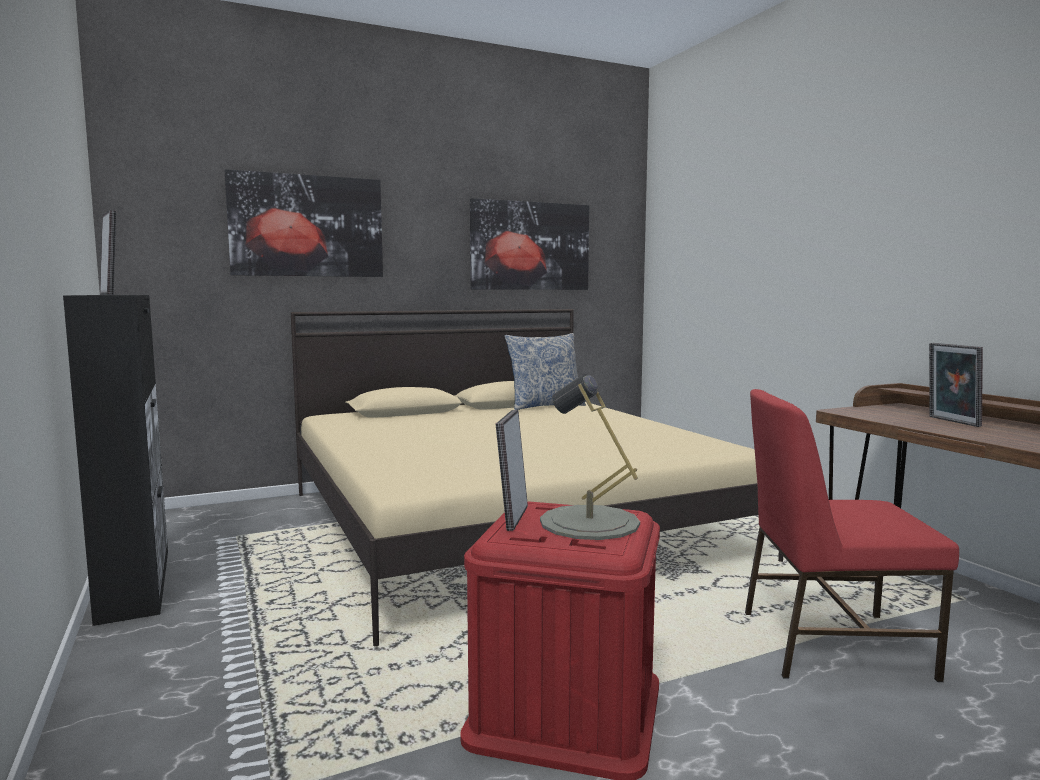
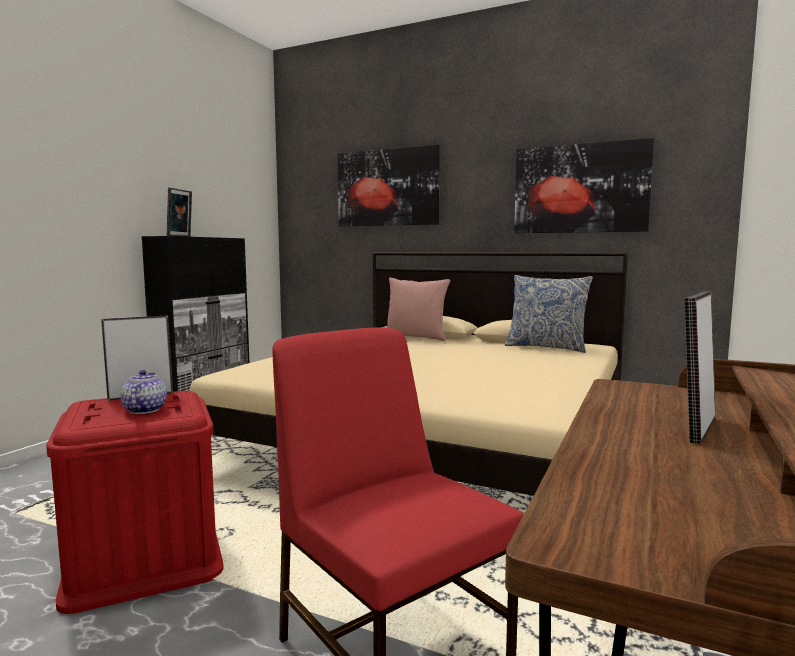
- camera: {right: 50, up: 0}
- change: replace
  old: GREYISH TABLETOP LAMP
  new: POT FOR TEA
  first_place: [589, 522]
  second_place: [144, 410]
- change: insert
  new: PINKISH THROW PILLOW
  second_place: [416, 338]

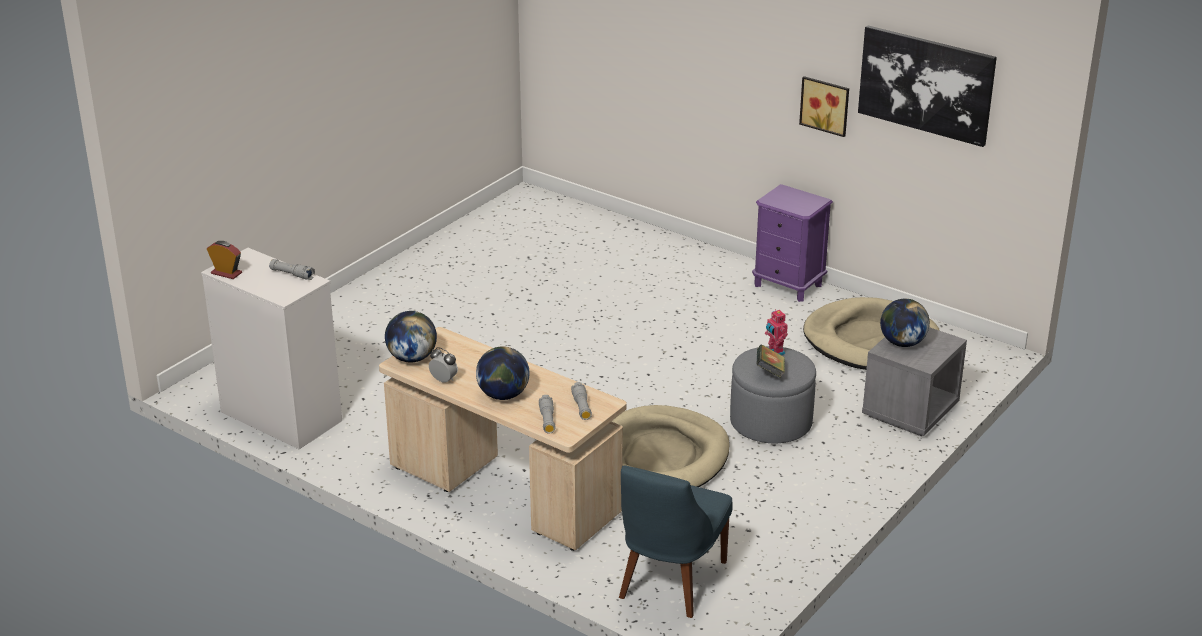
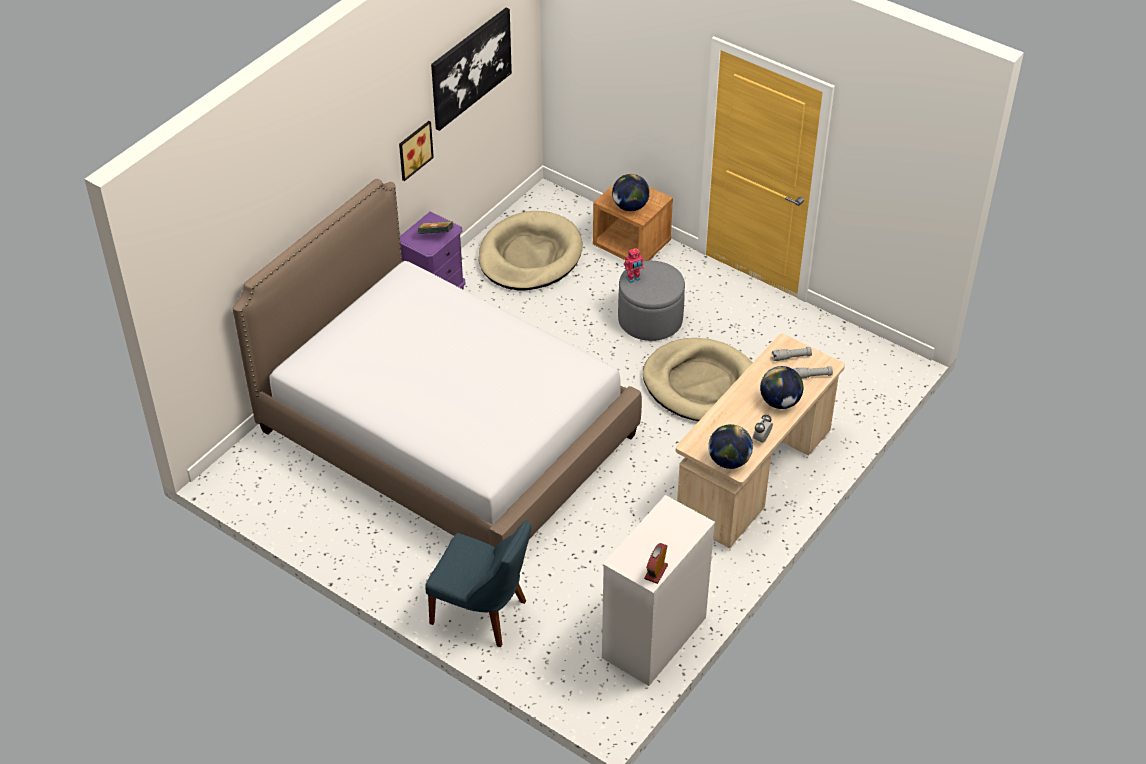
- camera: {right: -90, up: 15}
- change: delete
  old: GREYISH HAND TORCH
  first_place: [292, 274]
- change: move
  old: BLUE CHAIR
  first_place: [669, 582]
  second_place: [482, 613]
- change: move
  old: BOOK
  first_place: [770, 372]
  second_place: [436, 235]
- change: recolor
  old: GREYISH NIGHT TABLE
  new: BROWNISH NIGHT TABLE
  first_place: [910, 411]
  second_place: [632, 245]
- change: insert
  new: SLEEPING BED
  second_place: [446, 433]

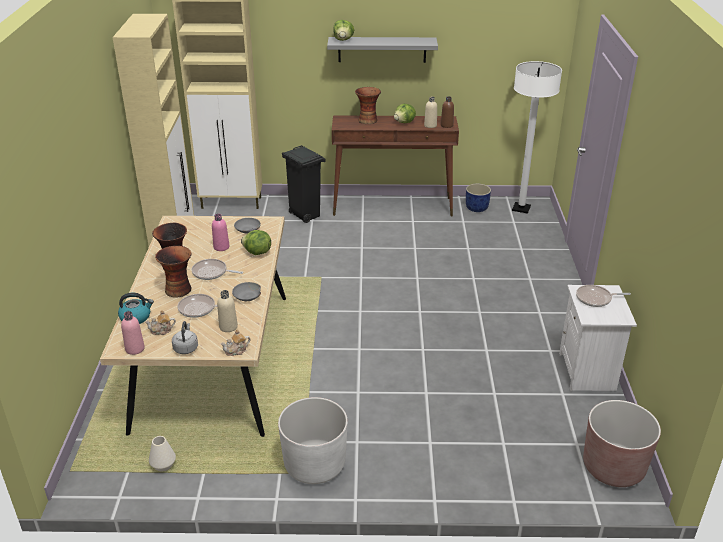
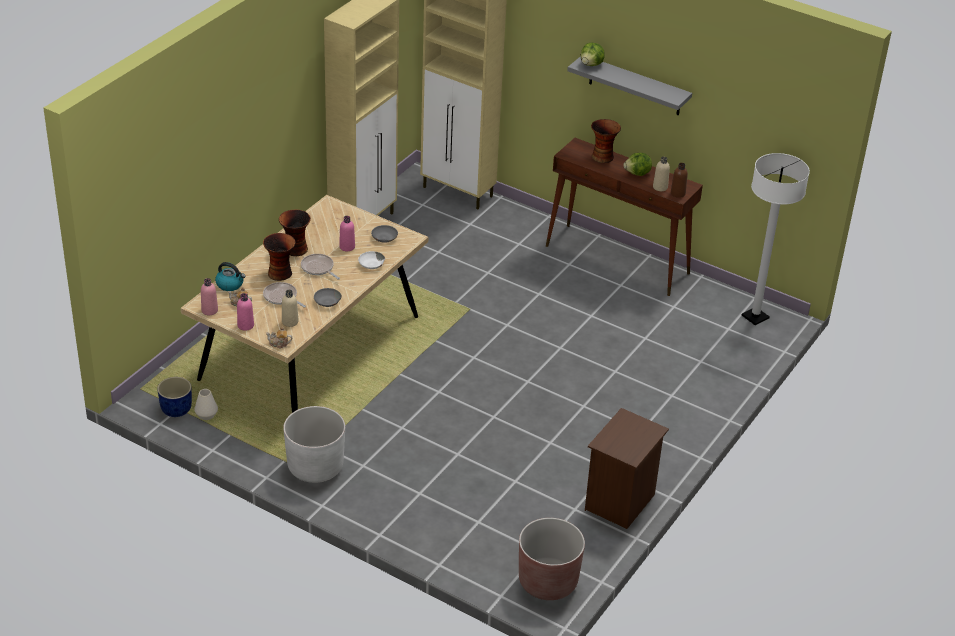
- camera: {right: 30, up: 5}
- change: replace
  old: GREYISH WATER KETTLE
  new: PINKISH BOTTLE
  first_place: [186, 348]
  second_place: [245, 325]
- change: replace
  old: HEAD OF LETTUCE
  new: WHITE DEEP DISH
  first_place: [257, 252]
  second_place: [371, 264]
- change: delete
  old: BLACK-COLOURED RUBBISH BIN
  first_place: [305, 215]
- change: move
  old: BLUE PLANT POT
  first_place: [477, 208]
  second_place: [176, 409]
- change: recolor
  old: WHITE NIGHT TABLE
  new: BROWNISH NIGHT TABLE
  first_place: [588, 371]
  second_place: [621, 502]
- change: delete
  old: SKILLET
  first_place: [596, 298]

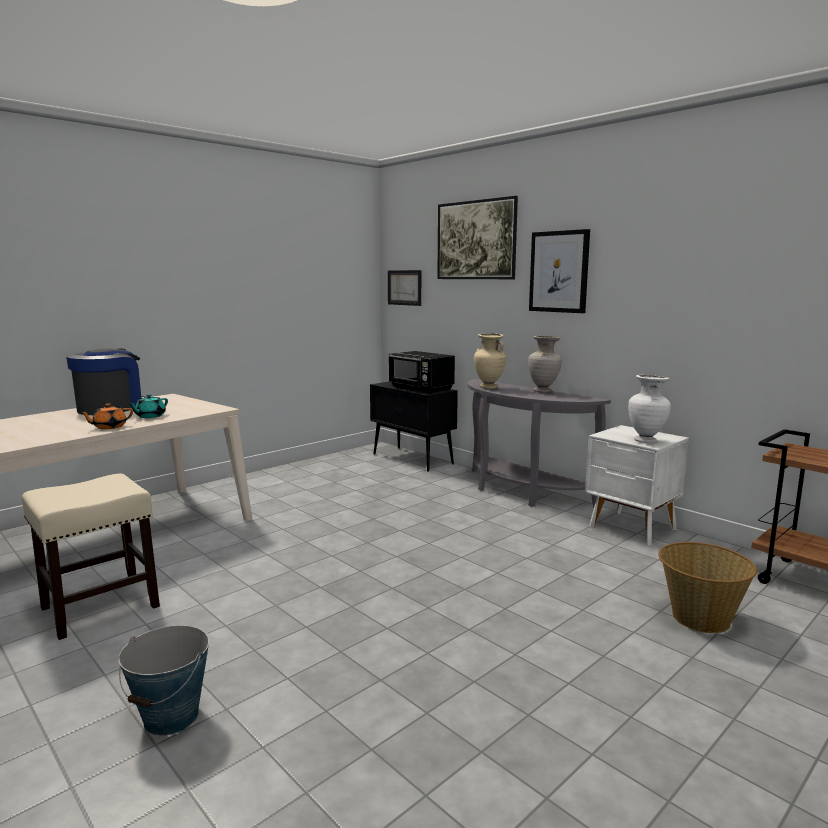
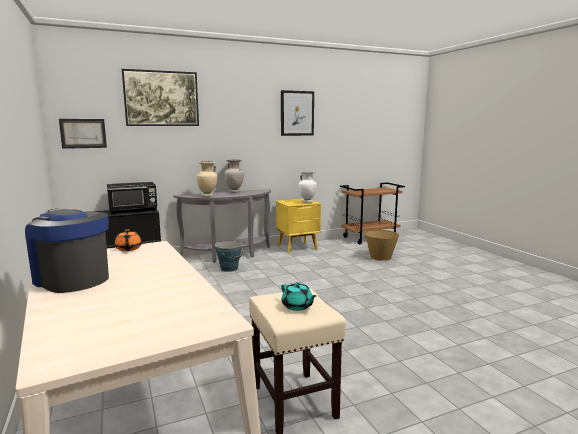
- camera: {right: -70, up: 0}
- change: move
  old: ORANGE-COLOURED POT FOR TEA
  first_place: [109, 427]
  second_place: [128, 249]
- change: move
  old: BUCKET
  first_place: [171, 717]
  second_place: [229, 268]
- change: move
  old: BLUE-GREEN POT FOR TEA
  first_place: [150, 416]
  second_place: [297, 306]
- change: move
  old: WALL ART
  first_place: [559, 272]
  second_place: [297, 113]
- change: recolor
  old: WHITE NIGHT TABLE
  new: YELLOW-COLOURED NIGHT TABLE
  first_place: [632, 528]
  second_place: [298, 247]

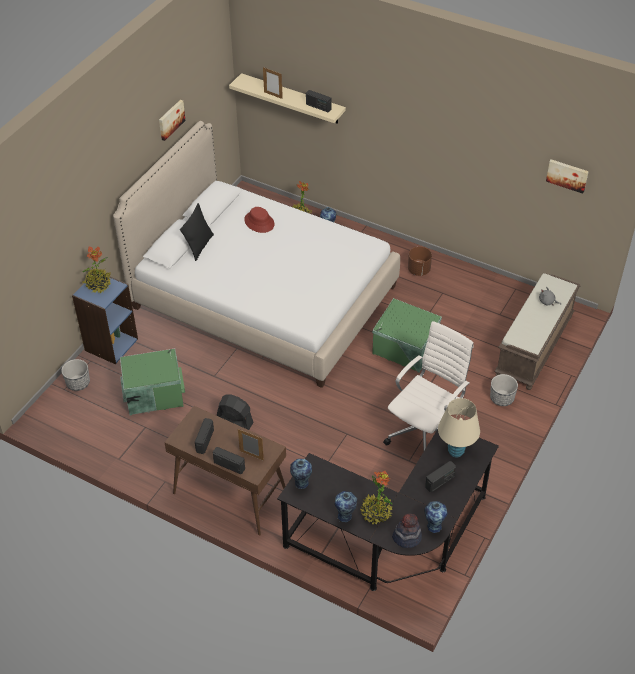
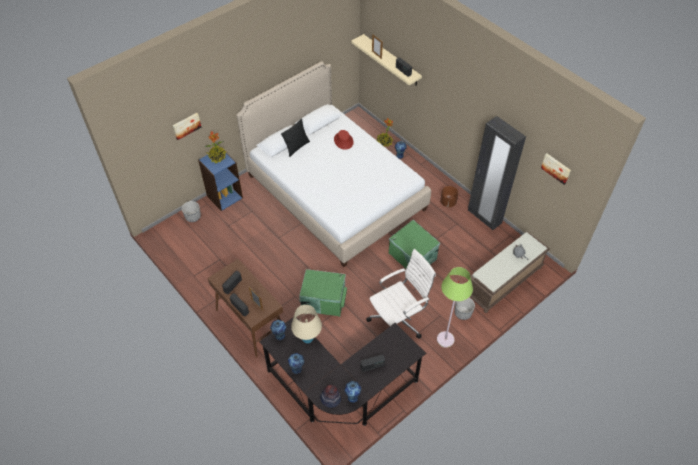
- camera: {right: 20, up: 5}
- change: move
  old: GREENISH STORAGE CONTAINER
  first_place: [153, 393]
  second_place: [323, 299]
- change: move
  old: WALL ART
  first_place: [170, 119]
  second_place: [186, 125]
- change: delete
  old: BLACK-COLOURED COOLING FAN
  first_place: [234, 421]
- change: delete
  old: PLANT IN A POT
  first_place: [376, 513]
- change: move
  old: BEIGE TABLETOP LAMP
  first_place: [456, 451]
  second_place: [307, 339]
- change: insert
  new: GREENISH FLOOR LAMP
  second_place: [445, 339]
- change: insert
  new: BLACK-COLOURED CLOTHES CUPBOARD
  second_place: [484, 217]

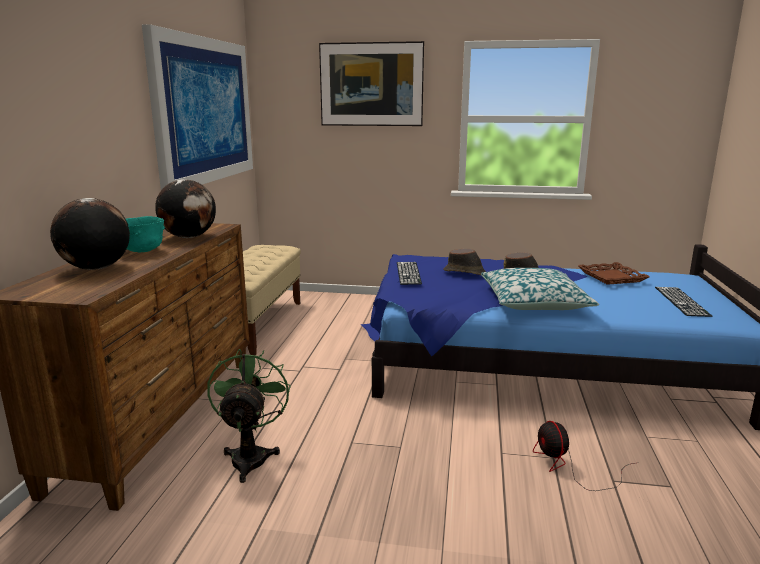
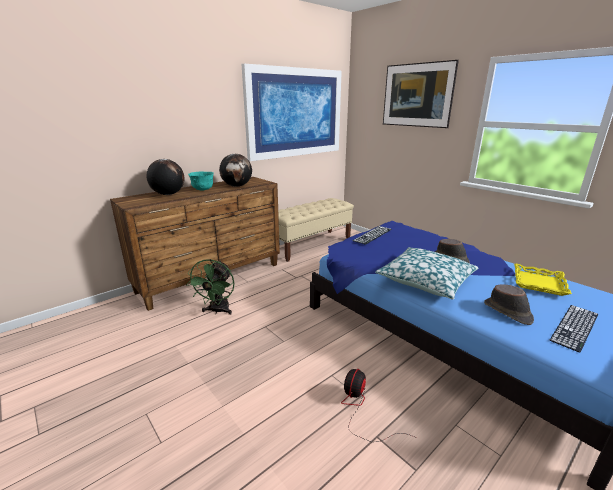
- camera: {right: 40, up: 5}
- change: rotate
  old: GREENISH COOLING FAN
  first_place: [251, 455]
  second_place: [217, 311]
  degrees: 150
- change: move
  old: BROWNISH WEARABLE HAT
  first_place: [465, 273]
  second_place: [507, 312]
- change: recolor
  old: BROWNISH TRAY
  new: YELLOW-COLOURED TRAY
  first_place: [612, 277]
  second_place: [539, 283]

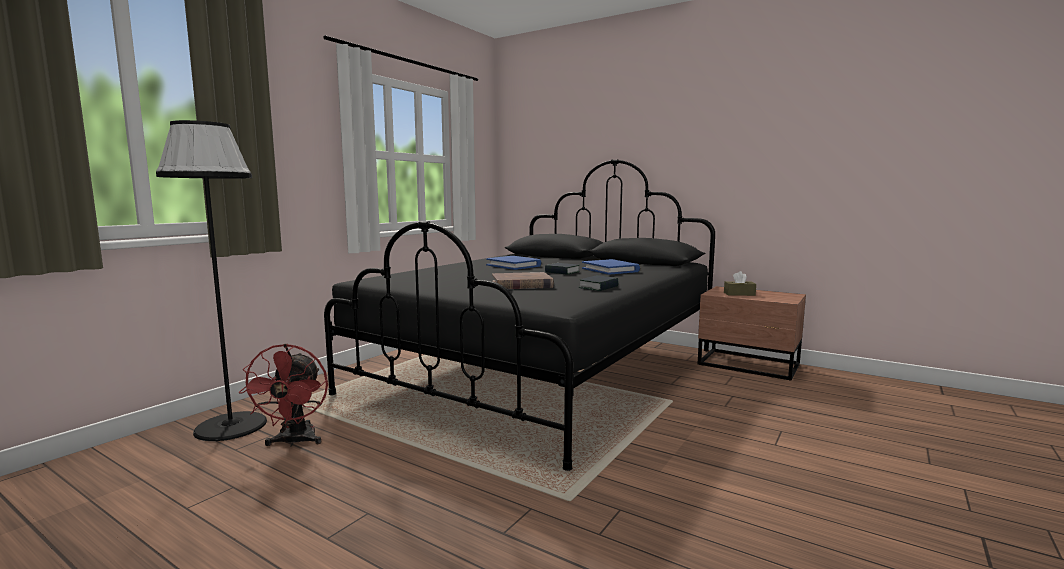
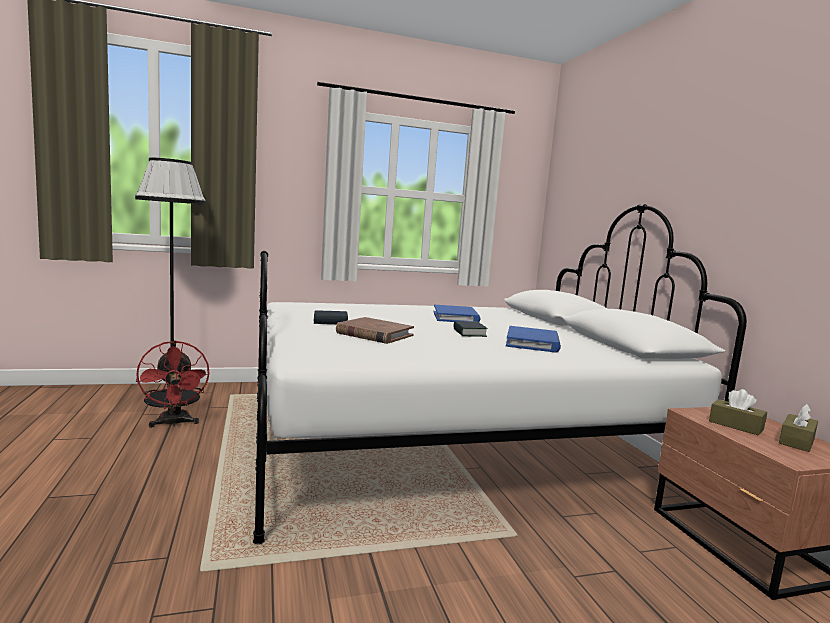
- camera: {right: 40, up: 0}
- change: rotate
  old: RED COOLING FAN
  first_place: [294, 442]
  second_place: [174, 423]
  degrees: -60
- change: recolor
  old: BLACK-COLOURED SLEEPING BED
  new: WHITE SLEEPING BED
  first_place: [543, 371]
  second_place: [452, 443]
- change: move
  old: BOOK
  first_place: [598, 287]
  second_place: [330, 322]
- change: insert
  new: BROWNISH TISSUE HOLDER
  second_place: [796, 441]

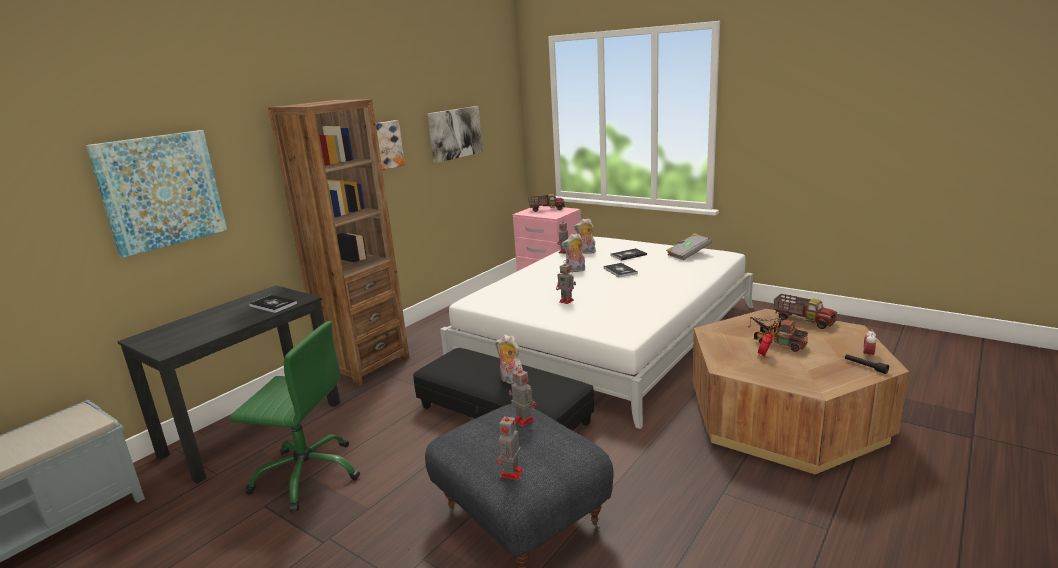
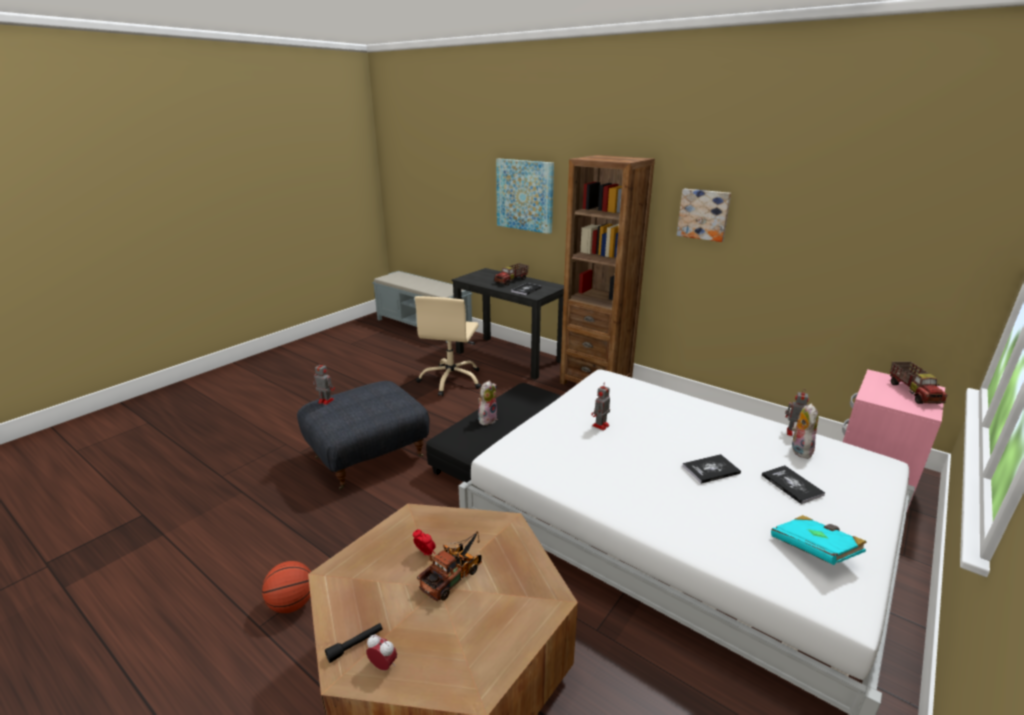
- camera: {right: 90, up: 5}
- change: recolor
  old: GREENISH DESK CHAIR
  new: BEIGE DESK CHAIR
  first_place: [307, 474]
  second_place: [451, 380]
- change: delete
  old: WALL ART
  first_place: [455, 133]
- change: delete
  old: TOY ROBOT
  first_place: [523, 420]
- change: delete
  old: SOFT TOY
  first_place: [575, 270]
- change: recolor
  old: GREYISH BOOK
  new: BLUE-GREEN BOOK
  first_place: [688, 254]
  second_place: [814, 550]
- change: move
  old: MODEL TRUCK
  first_place: [803, 320]
  second_place: [512, 281]
- change: insert
  new: BALL FOR BASKETBALL
  second_place: [292, 604]

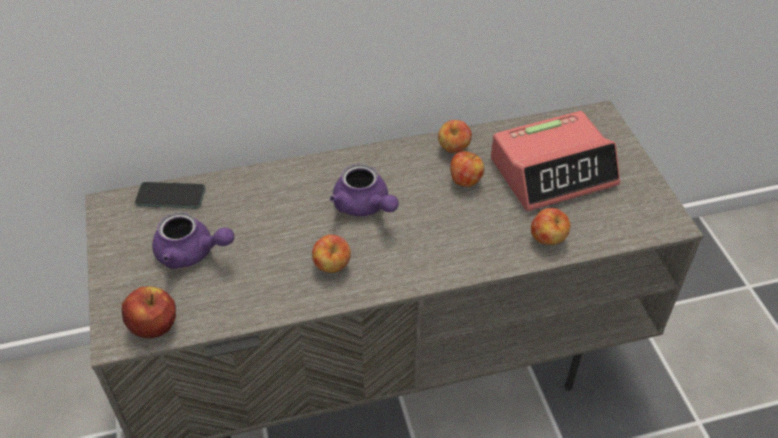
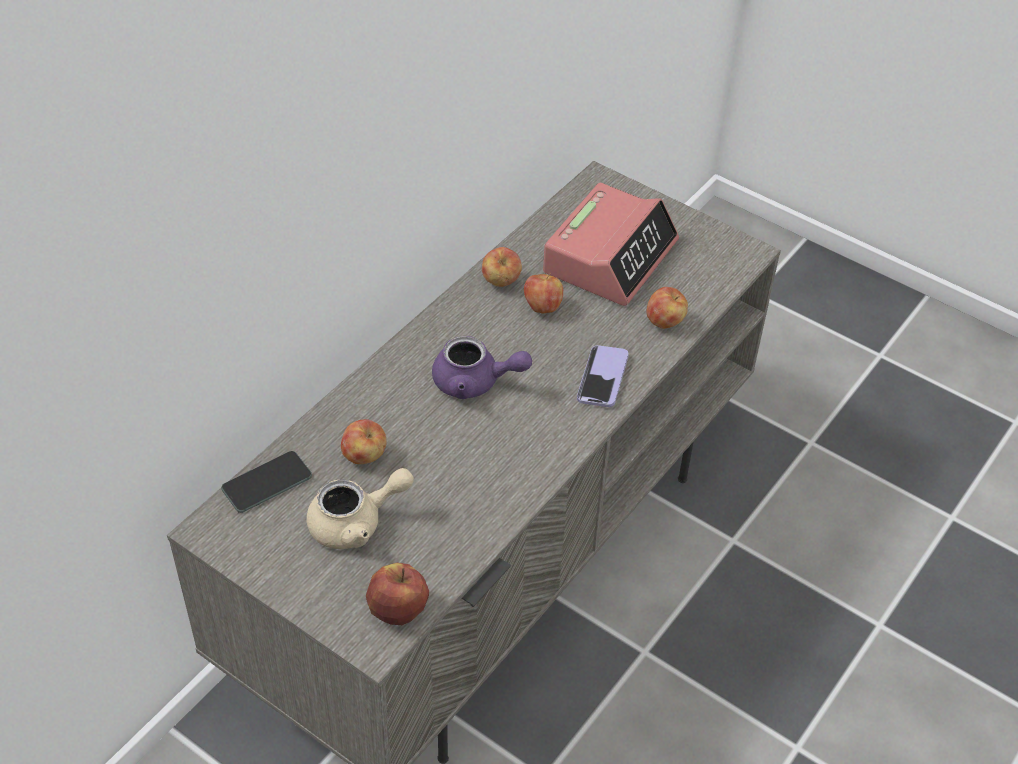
- camera: {right: -40, up: 0}
- change: recolor
  old: PURPLISH POT FOR TEA
  new: BEIGE POT FOR TEA
  first_place: [192, 253]
  second_place: [356, 523]
- change: move
  old: APPLE
  first_place: [331, 266]
  second_place: [364, 456]
- change: insert
  new: TELEPHONE
  second_place: [602, 378]

